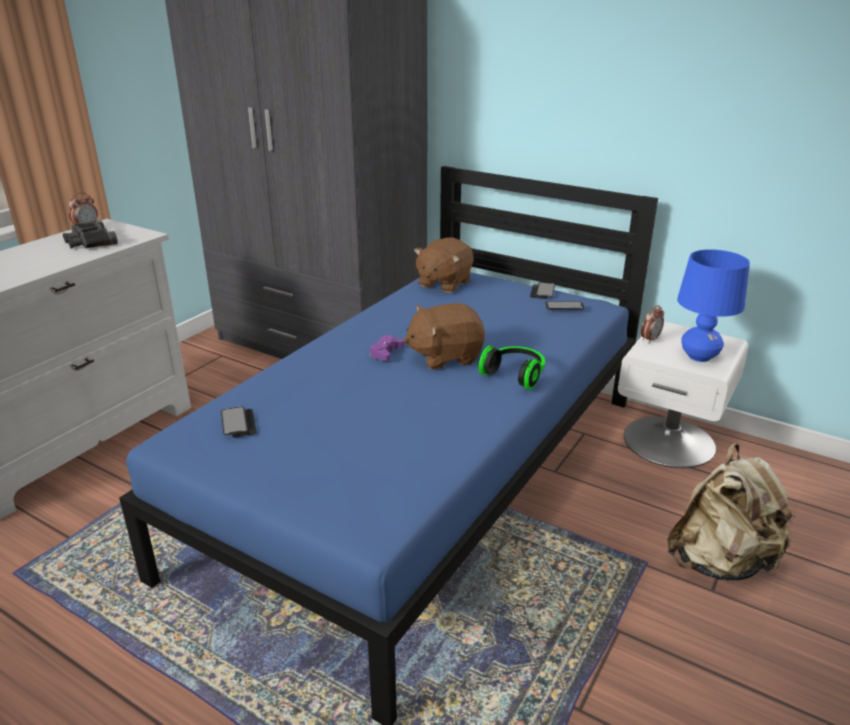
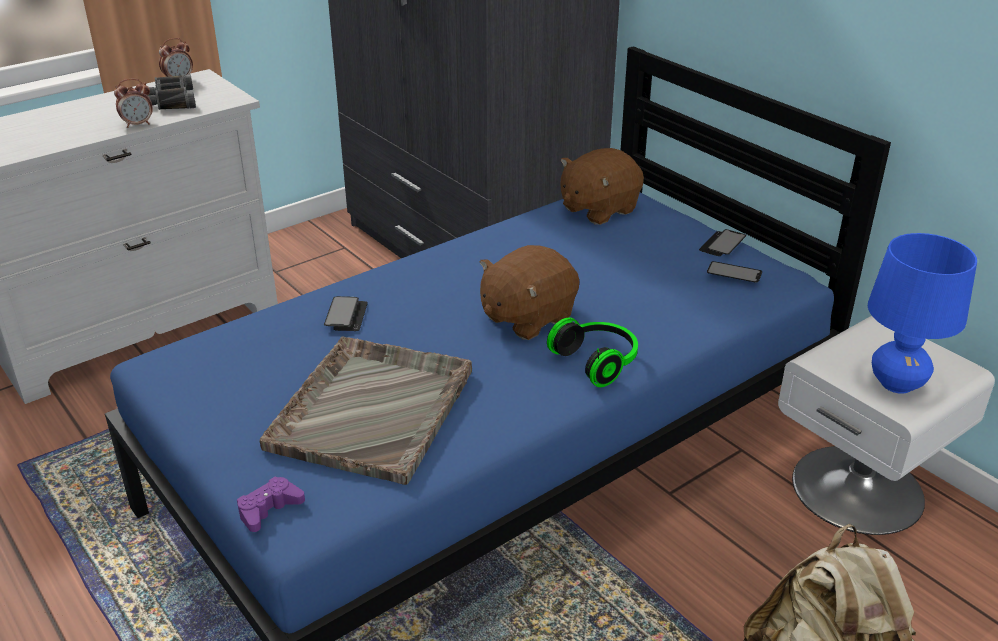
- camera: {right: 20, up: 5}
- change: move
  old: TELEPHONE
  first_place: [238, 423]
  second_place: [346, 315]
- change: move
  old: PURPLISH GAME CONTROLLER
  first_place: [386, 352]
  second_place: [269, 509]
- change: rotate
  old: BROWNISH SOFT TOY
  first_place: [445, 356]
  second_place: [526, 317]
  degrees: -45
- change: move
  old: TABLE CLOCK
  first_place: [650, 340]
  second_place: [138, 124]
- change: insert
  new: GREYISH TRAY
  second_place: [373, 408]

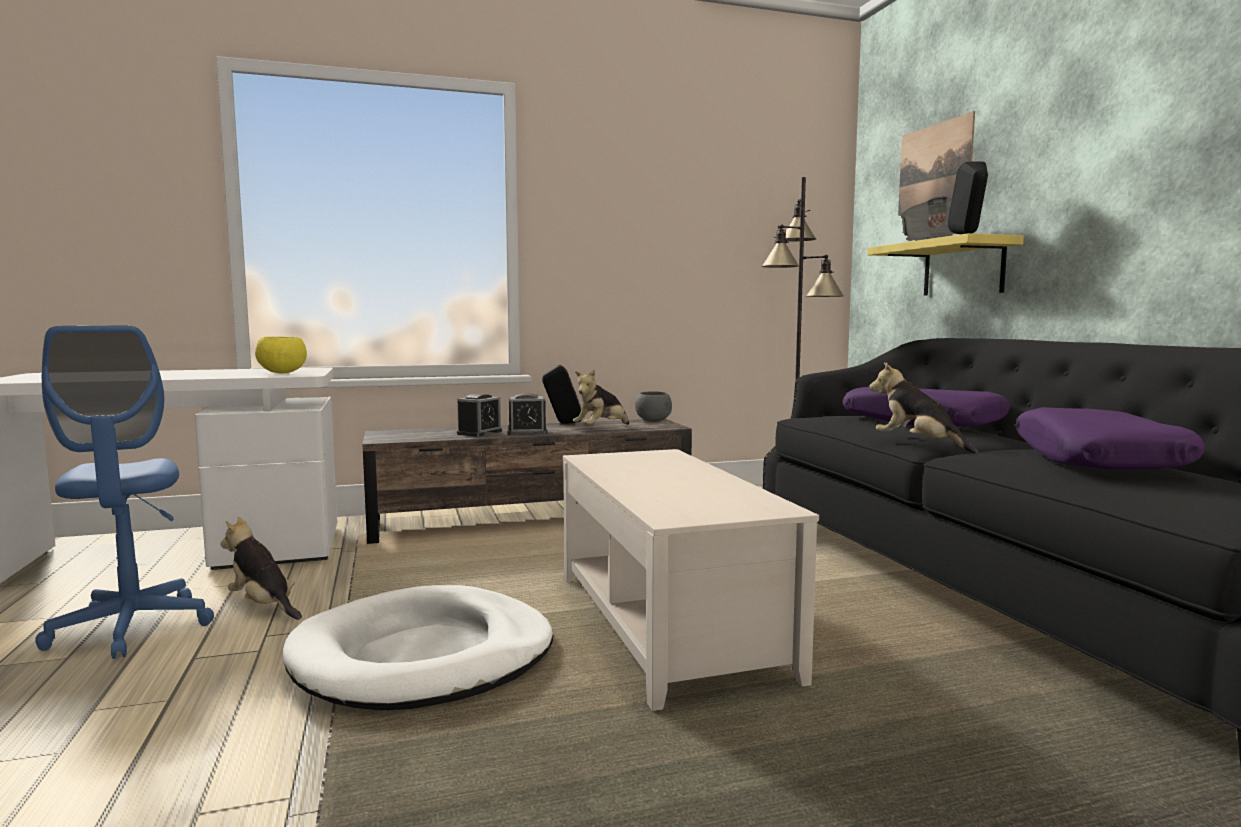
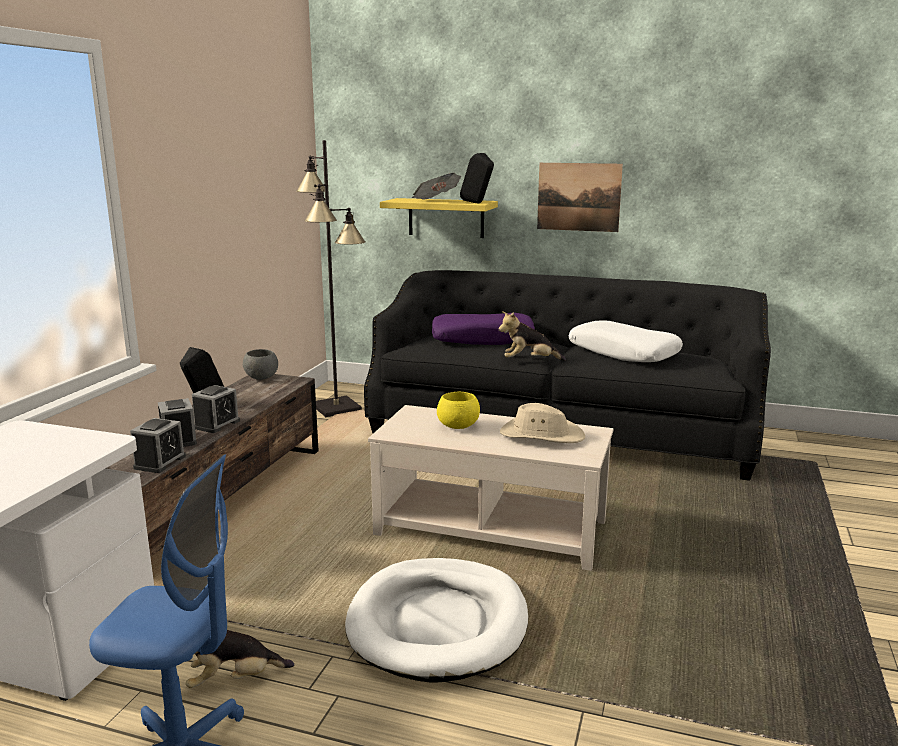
- camera: {right: -55, up: 10}
- change: move
  old: YELLOW-COLOURED DEEP DISH
  first_place: [281, 373]
  second_place: [458, 427]
- change: delete
  old: SOFT TOY
  first_place: [601, 429]
- change: move
  old: WALL ART
  first_place: [934, 167]
  second_place: [578, 197]
- change: recolor
  old: PURPLISH THROW PILLOW
  new: WHITE THROW PILLOW
  first_place: [1098, 460]
  second_place: [623, 353]
- change: insert
  new: TABLE CLOCK
  second_place: [160, 462]
- change: insert
  new: BEIGE WEARABLE HAT
  second_place: [541, 435]

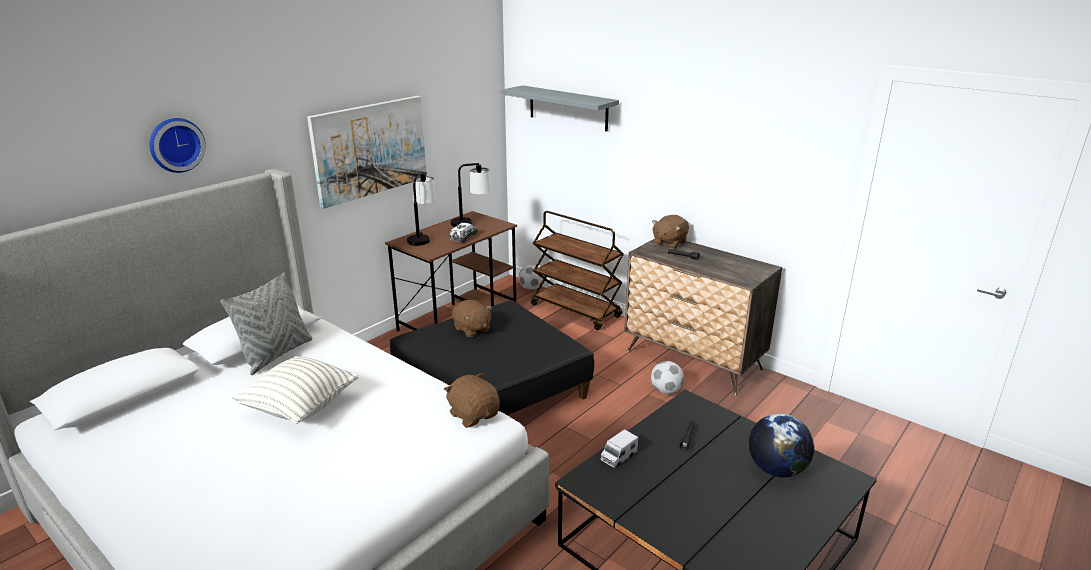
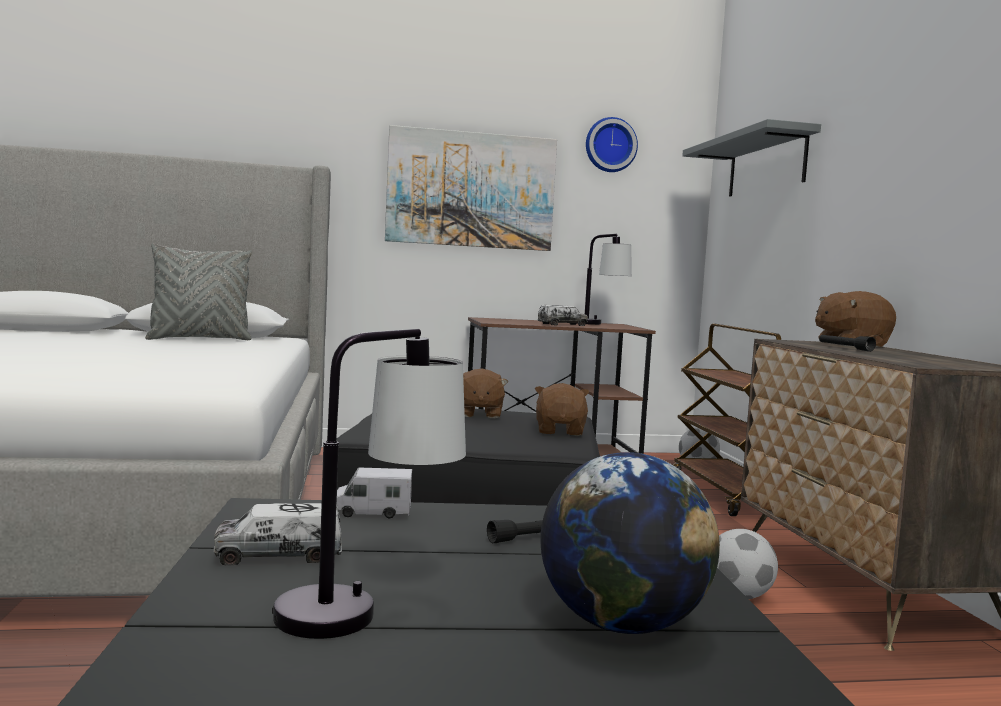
- camera: {right: 40, up: -20}
- change: move
  old: CLOCK ON THE WALL
  first_place: [175, 144]
  second_place: [610, 145]
- change: delete
  old: THROW PILLOW
  first_place: [300, 407]
- change: move
  old: TABLETOP LAMP
  first_place: [422, 237]
  second_place: [367, 607]
- change: move
  old: BROWNISH SOFT TOY
  first_place: [474, 415]
  second_place: [560, 431]
- change: insert
  new: MODEL TRUCK
  second_place: [279, 555]

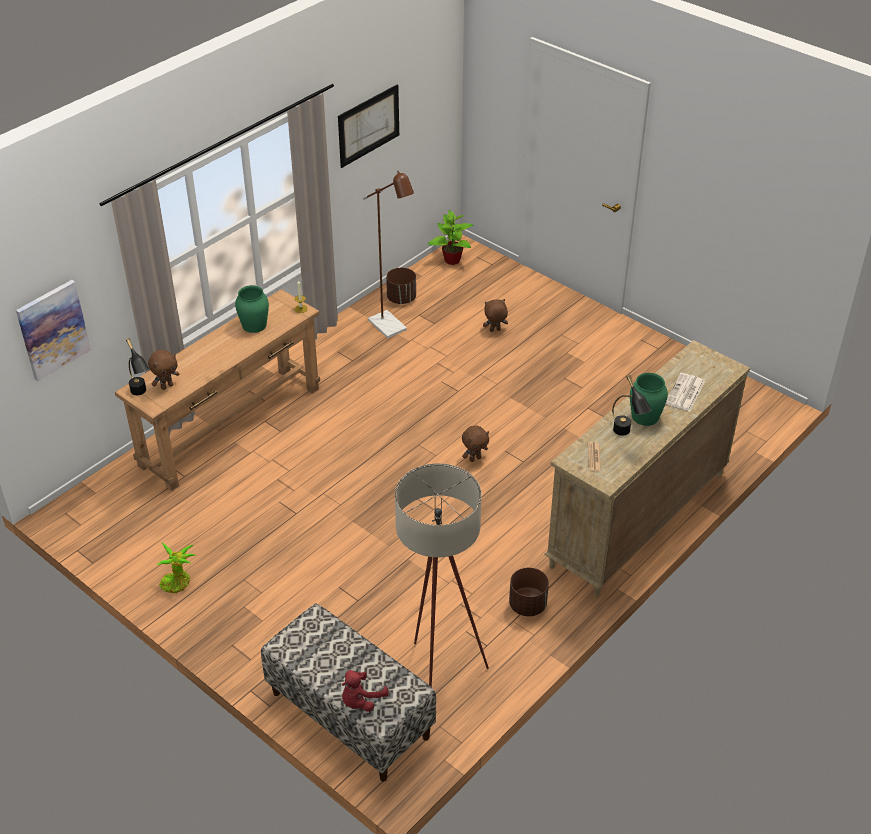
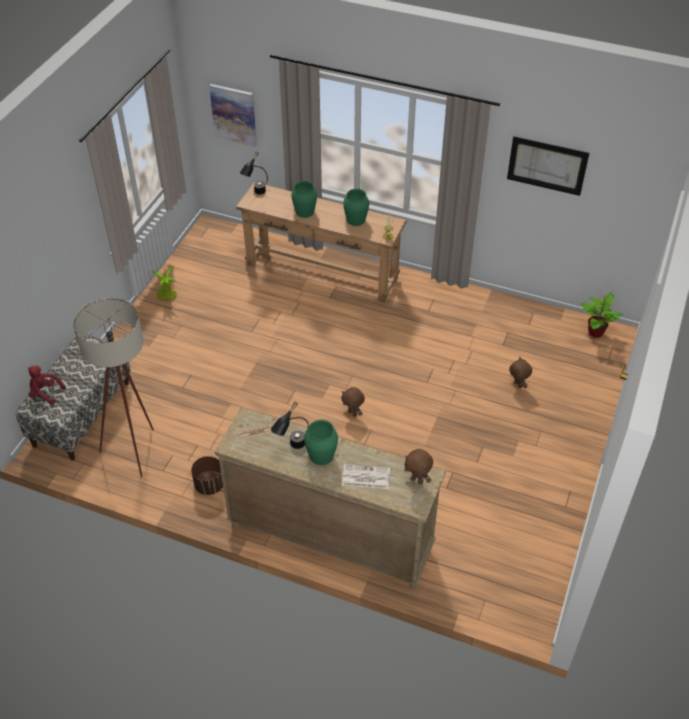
- camera: {right: 70, up: 5}
- change: move
  old: BROWNISH SOFT TOY
  first_place: [167, 386]
  second_place: [417, 480]
- change: delete
  old: BROWNISH FLOOR LAMP
  first_place: [391, 328]
- change: delete
  old: BROWNISH PLANT POT
  first_place: [401, 298]
- change: insert
  new: GREENISH DECORATIVE VASE
  second_place: [304, 212]

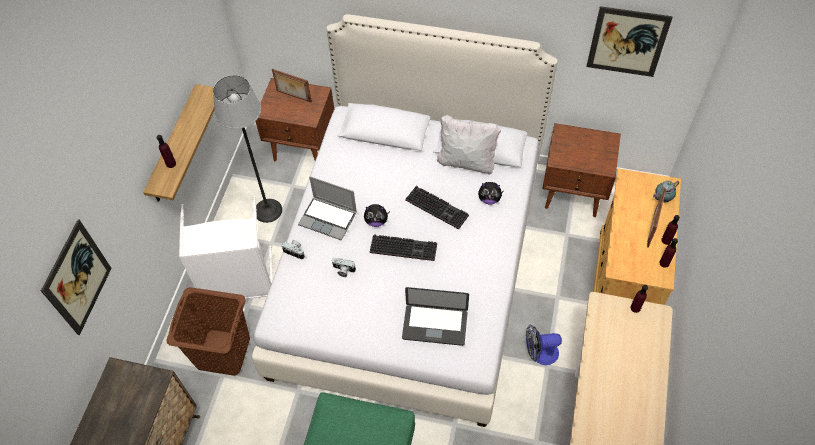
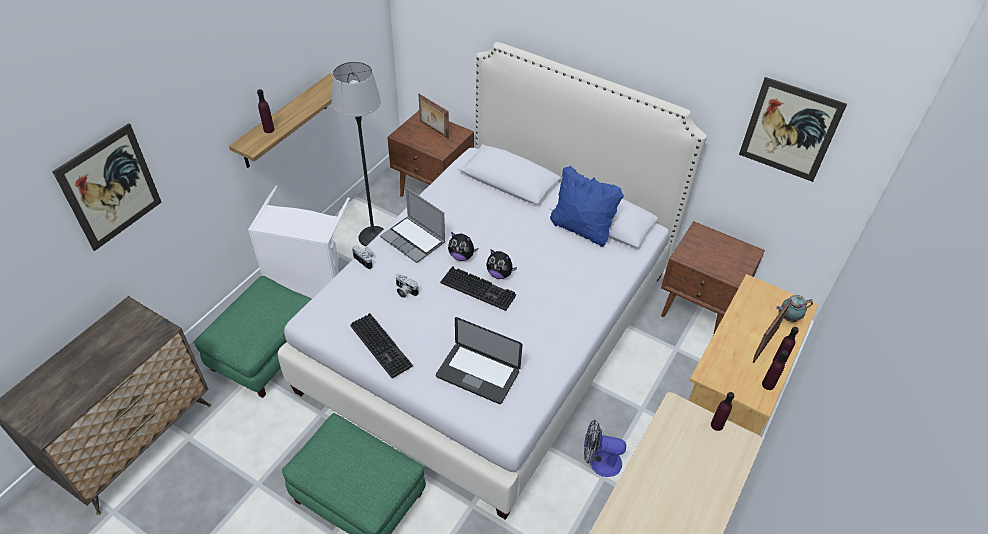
- camera: {right: 15, up: -10}
- change: replace
  old: BROWNISH HAMPER
  new: GREENISH FOOTREST
  first_place: [223, 351]
  second_place: [265, 351]
- change: move
  old: KEYBOARD
  first_place: [438, 207]
  second_place: [383, 346]
- change: recolor
  old: WHITE THROW PILLOW
  new: BLUE THROW PILLOW
  first_place: [466, 162]
  second_place: [581, 229]
- change: move
  old: SOFT TOY
  first_place: [489, 199]
  second_place: [499, 274]

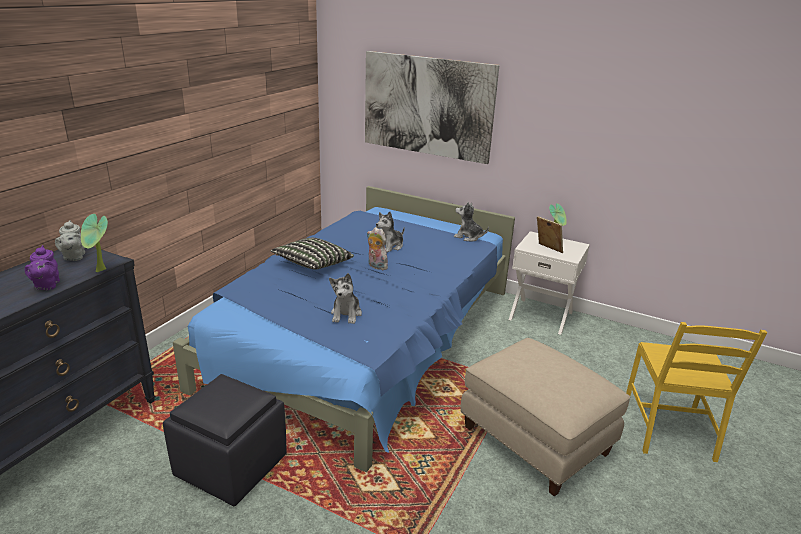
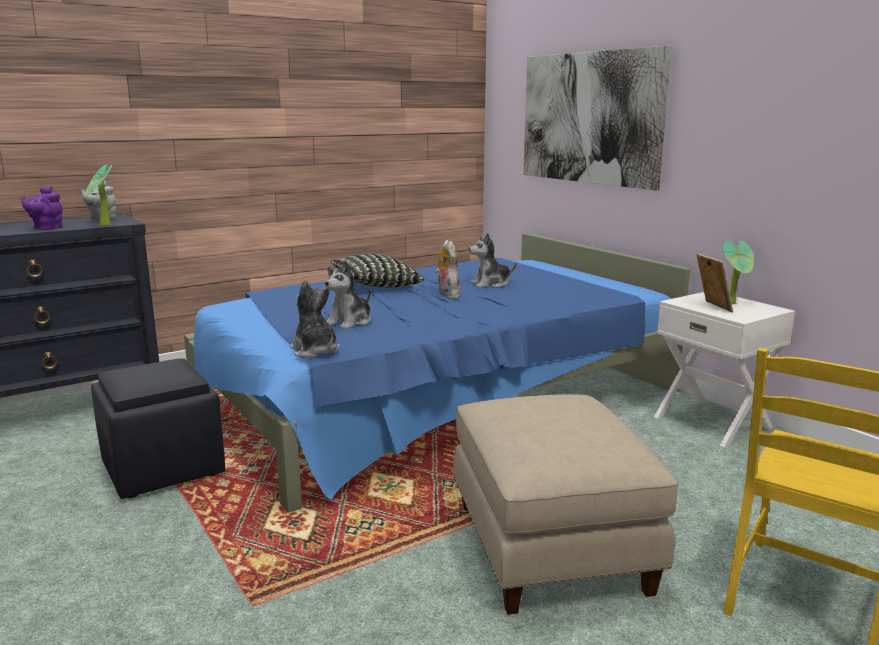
- camera: {right: 30, up: -10}
- change: move
  old: SOFT TOY
  first_place: [468, 237]
  second_place: [315, 351]

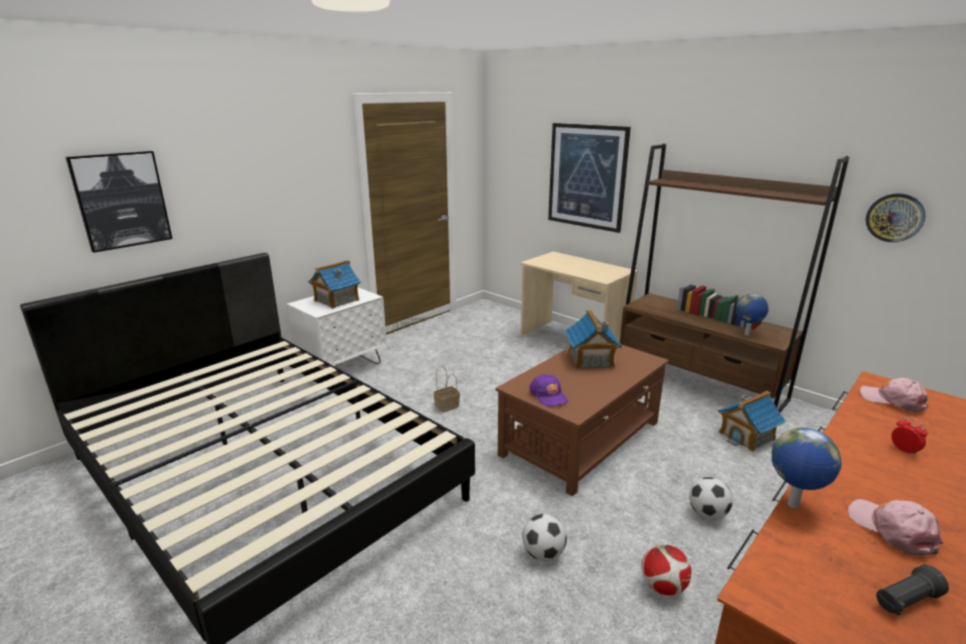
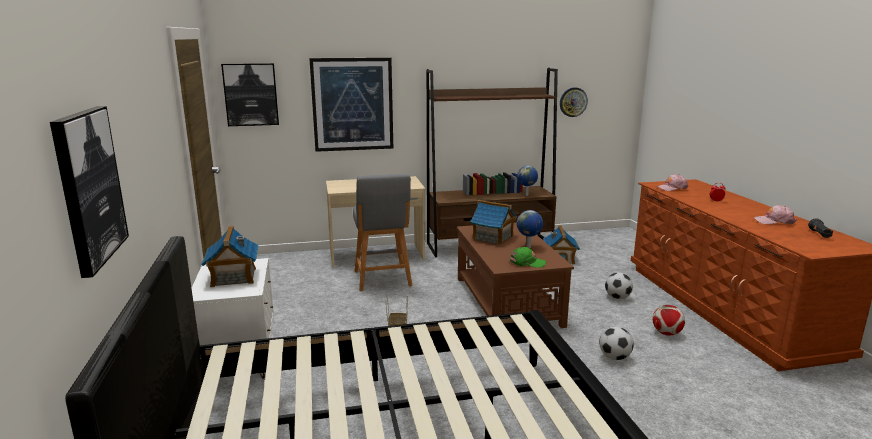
- camera: {right: -55, up: -5}
- change: recolor
  old: PURPLISH CAP
  new: GREENISH CAP
  first_place: [548, 396]
  second_place: [527, 262]
- change: move
  old: DESK GLOBE
  first_place: [793, 506]
  second_place: [529, 247]
- change: insert
  new: WALL ART
  second_place: [251, 94]
- change: insert
  new: GREYISH STOOL SEAT
  second_place: [383, 280]

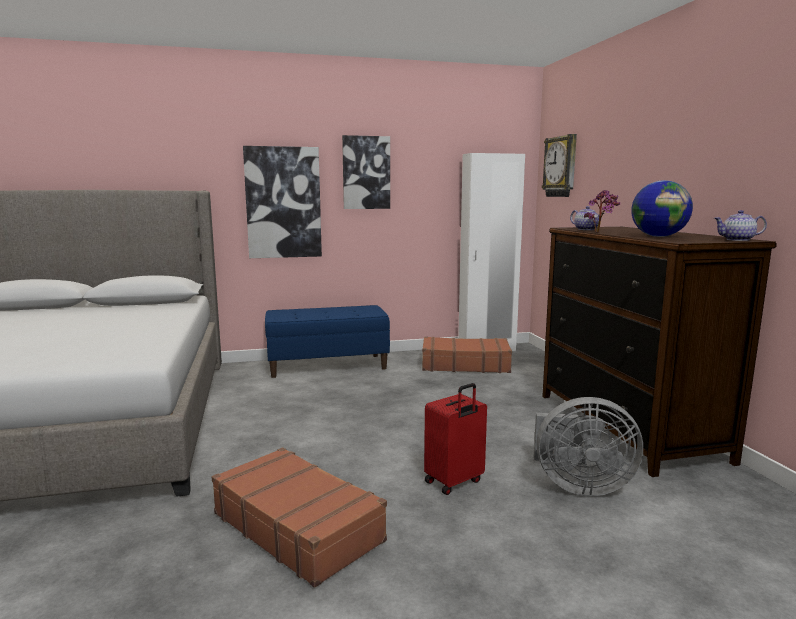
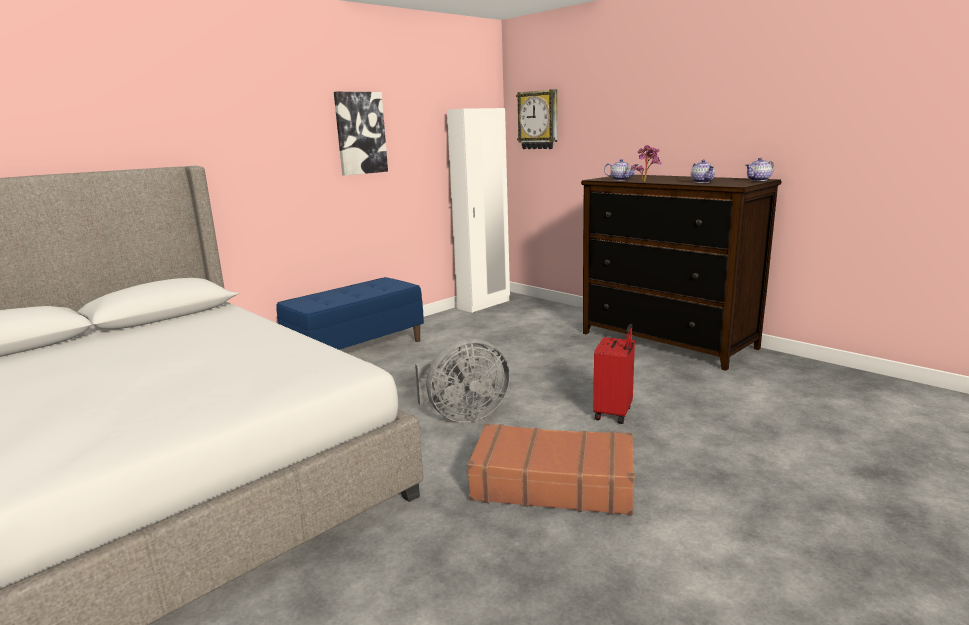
- camera: {right: -30, up: 5}
- change: delete
  old: WALL ART
  first_place: [283, 202]
- change: delete
  old: BROWNISH TRAVEL CASE
  first_place: [465, 365]
- change: move
  old: GREYISH COOLING FAN
  first_place: [579, 485]
  second_place: [463, 415]
- change: replace
  old: DESK GLOBE
  new: POT FOR TEA
  first_place: [659, 236]
  second_place: [702, 182]

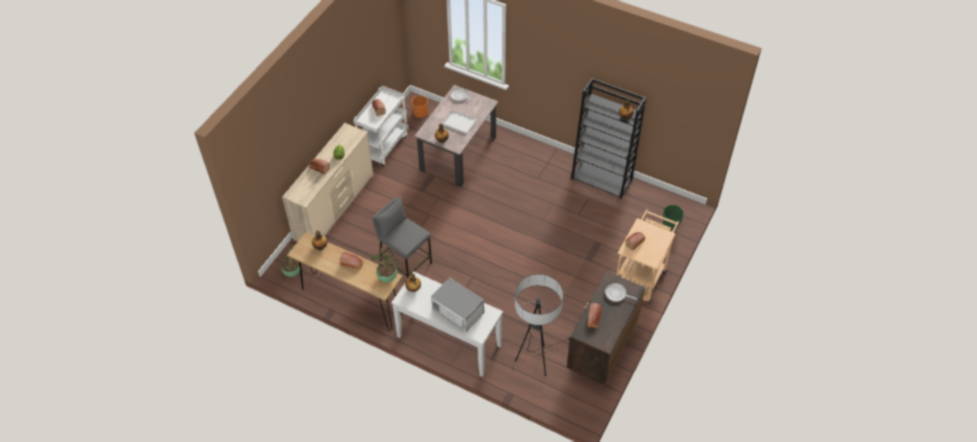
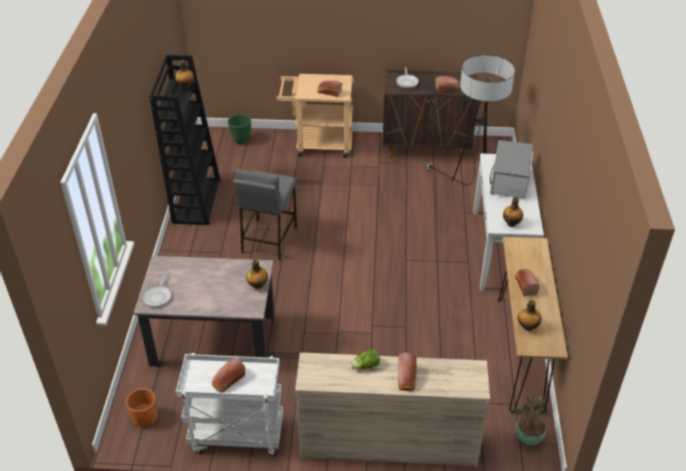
- camera: {right: -115, up: -10}
- change: delete
  old: PLANT IN A POT
  first_place: [387, 277]
- change: move
  old: GREYISH STOOL SEAT
  first_place: [405, 263]
  second_place: [268, 240]
- change: delete
  old: WHITE TRAY
  first_place: [459, 122]

